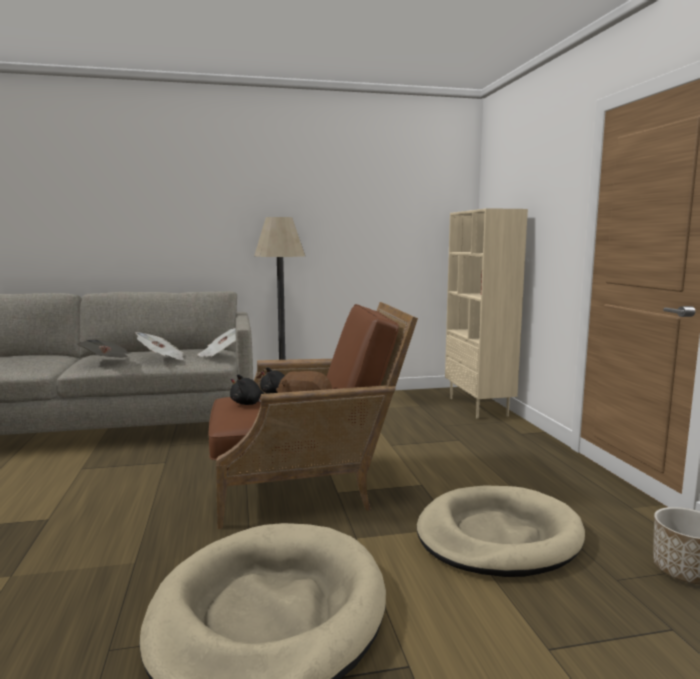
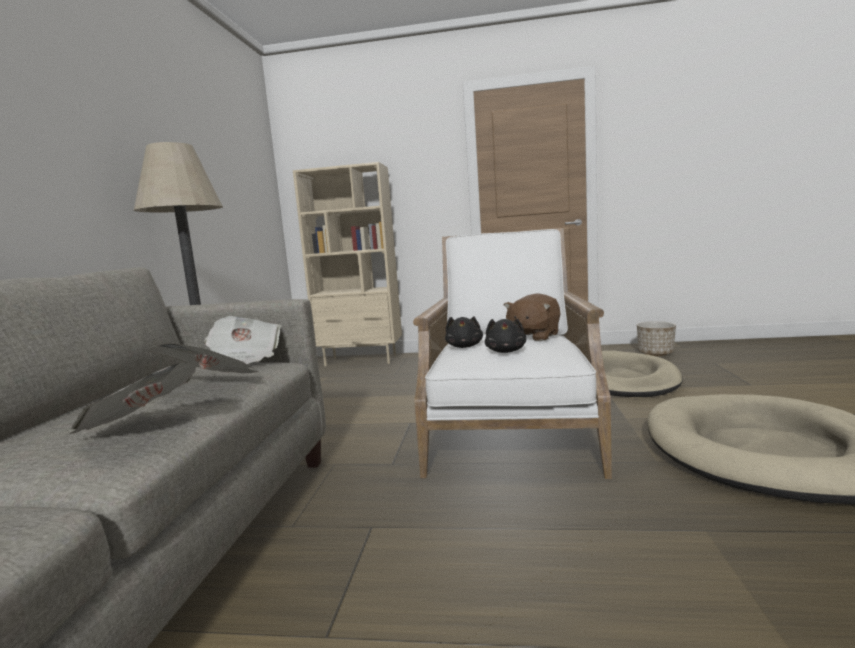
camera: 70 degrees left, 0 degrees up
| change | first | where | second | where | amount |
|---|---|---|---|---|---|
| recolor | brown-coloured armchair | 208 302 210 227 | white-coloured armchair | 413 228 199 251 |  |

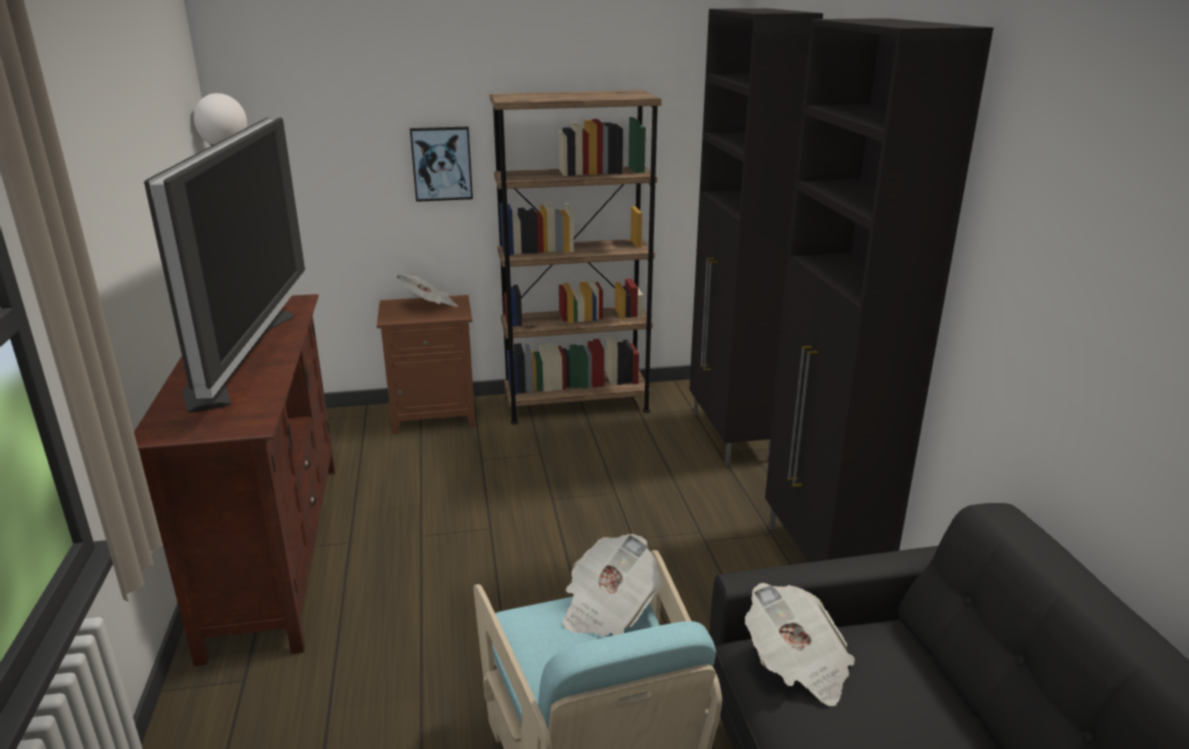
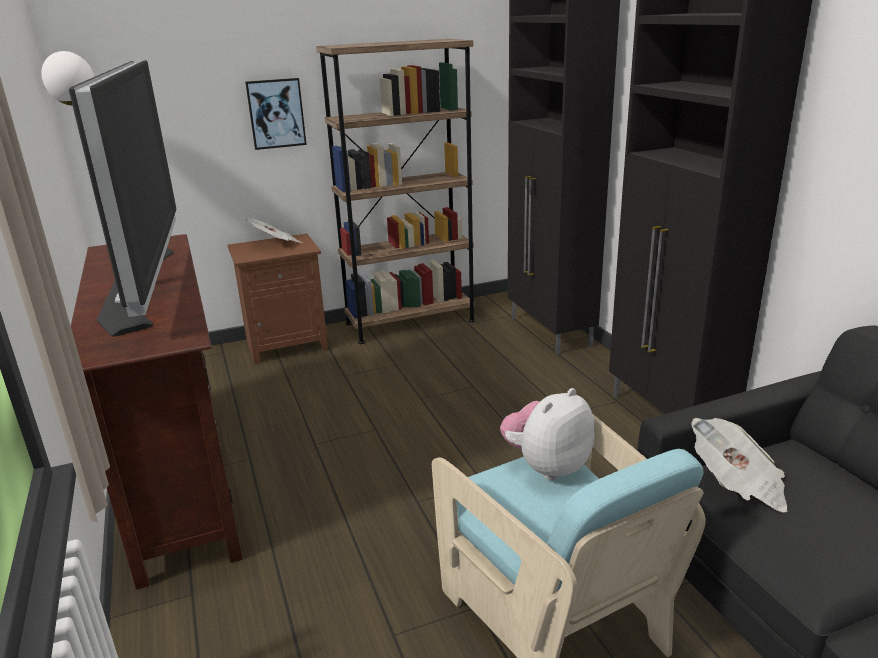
camera: 10 degrees left, 0 degrees up
| change | first | where | second | where | amount |
|---|---|---|---|---|---|
| replace | newspaper | 563 534 99 102 | cuddly toy | 500 388 95 92 |  |

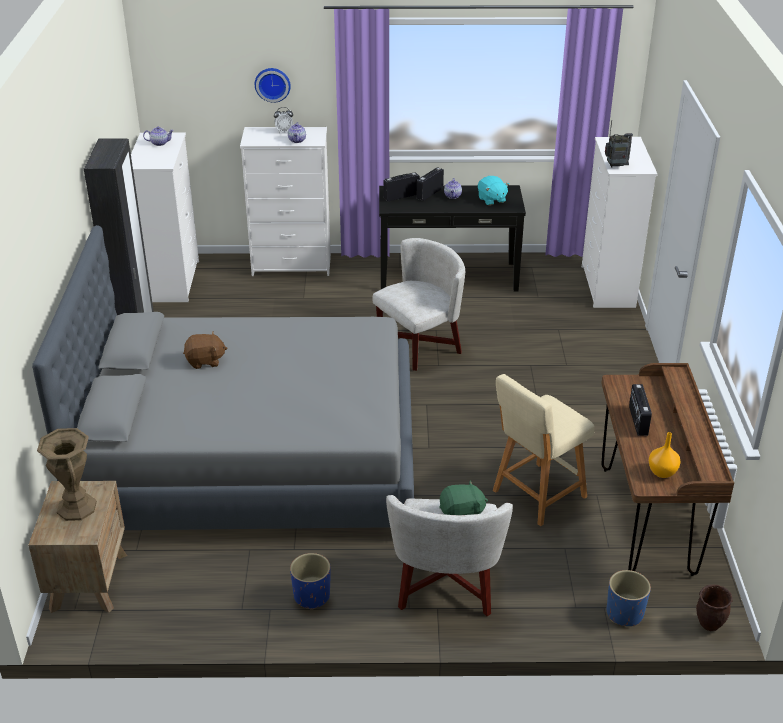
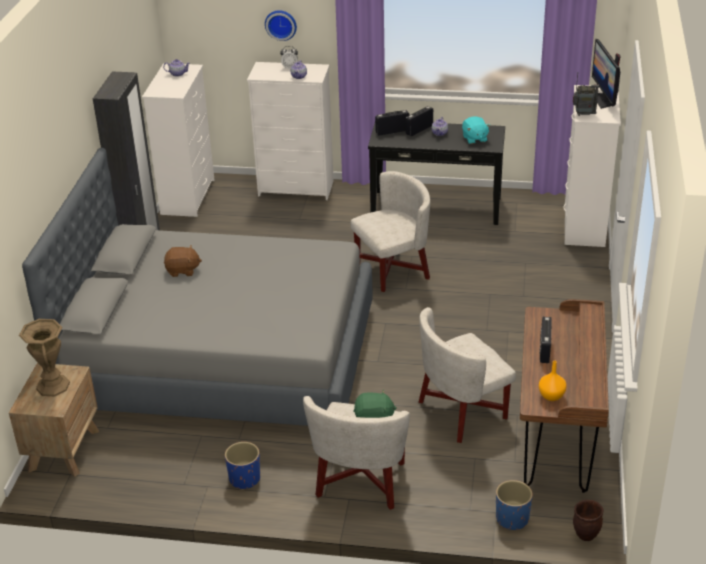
camera: 10 degrees right, 0 degrees up
| change | first | where | second | where | amount |
|---|---|---|---|---|---|
| insert |  |  | computer display | 592 39 28 70 |  |
| replace | beige stool | 493 374 102 152 | white-coloured armchair | 418 307 98 136 |  |

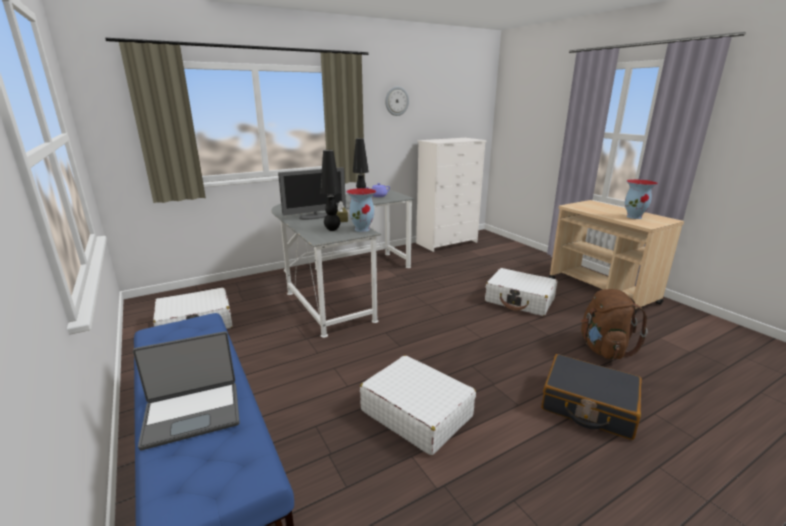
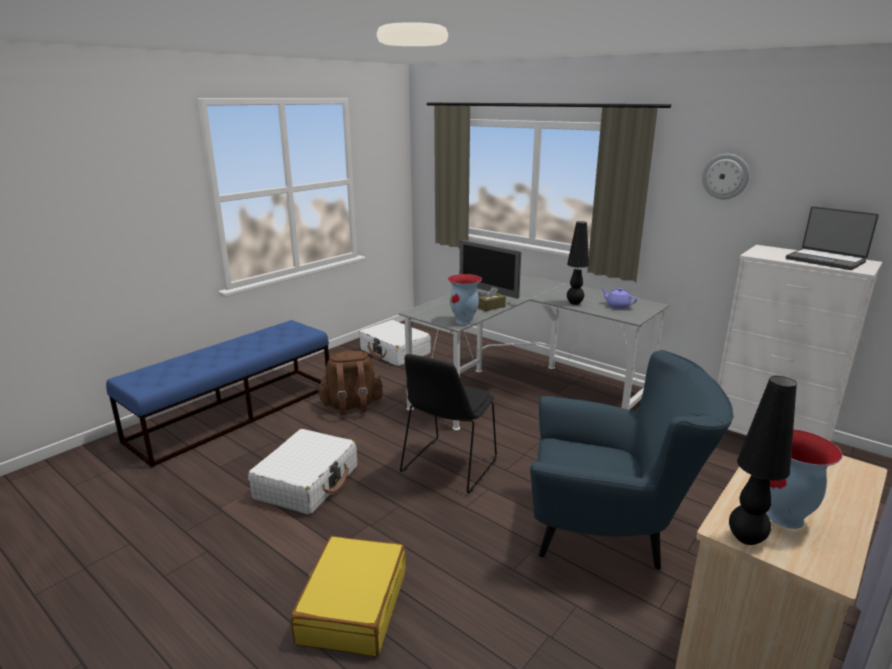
camera: 70 degrees right, 0 degrees up
| change | first | where | second | where | amount |
|---|---|---|---|---|---|
| insert |  |  | black plain chair | 400 354 97 140 |  |
| move | notebook computer | 133 331 107 119 |  | 786 206 93 64 |  |
| move | black lamp for a table | 320 150 21 81 |  | 729 376 68 169 |  |
| move | brown-coloured rucksack | 581 289 67 70 |  | 317 351 66 65 |  |
| replace | white-coloured suitcase | 485 268 72 48 | blue armchair | 530 350 204 220 |  |
| recolor | black suitcase | 541 354 101 86 | yellow-coloured suitcase | 291 536 114 121 |  |

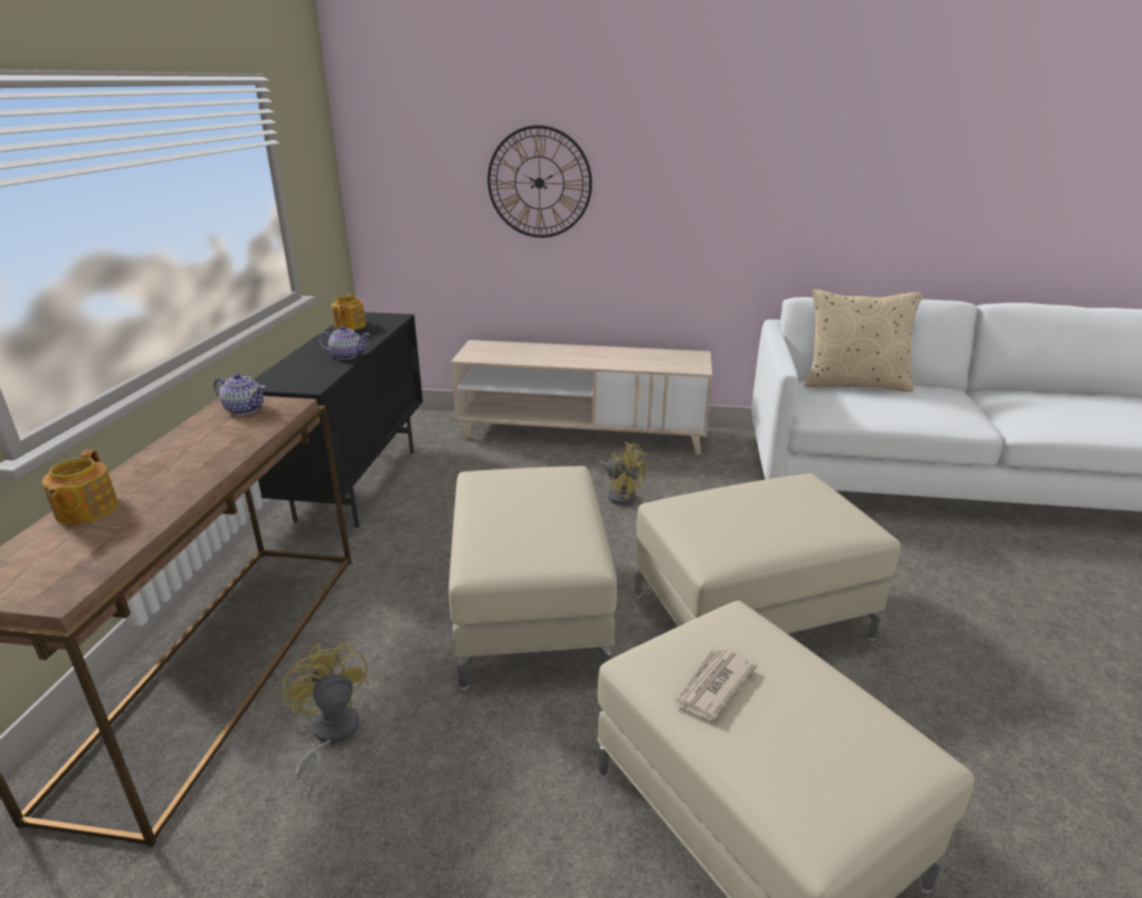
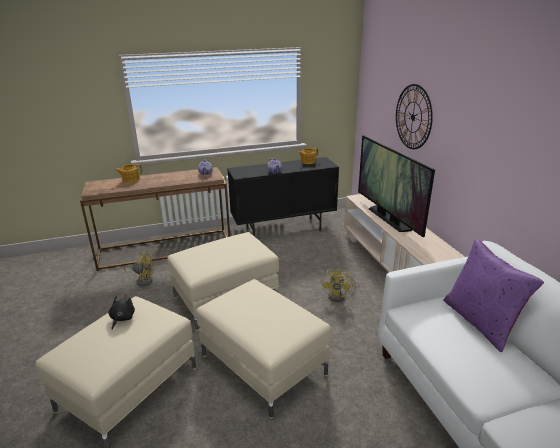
camera: 65 degrees right, 0 degrees up
| change | first | where | second | where | amount |
|---|---|---|---|---|---|
| insert |  |  | TV set | 358 135 77 102 |  |
| replace | newspaper | 673 648 84 72 | black cuddly toy | 108 295 27 35 |  |
| recolor | beige cushion | 804 290 119 102 | purple-coloured cushion | 443 239 101 113 |  |
| rotate | yellow-coloured electric fan | 281 642 87 156 |  | 124 252 30 34 | 60 degrees clockwise |

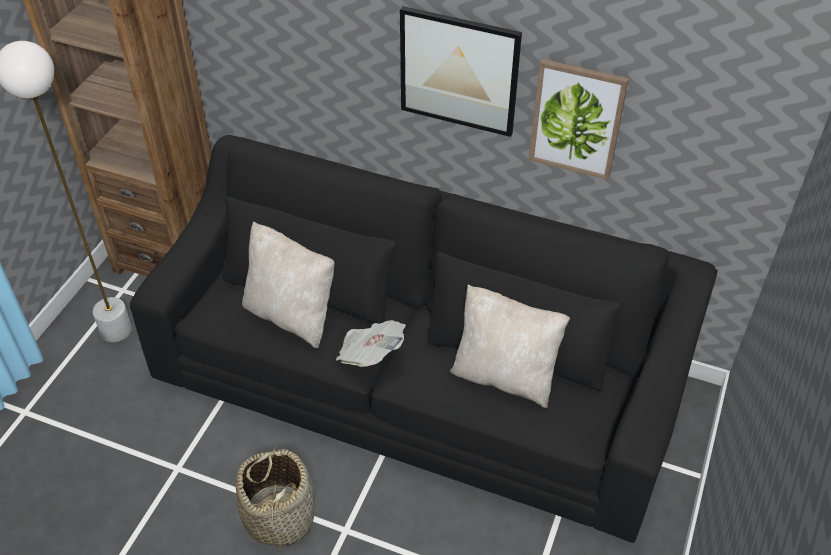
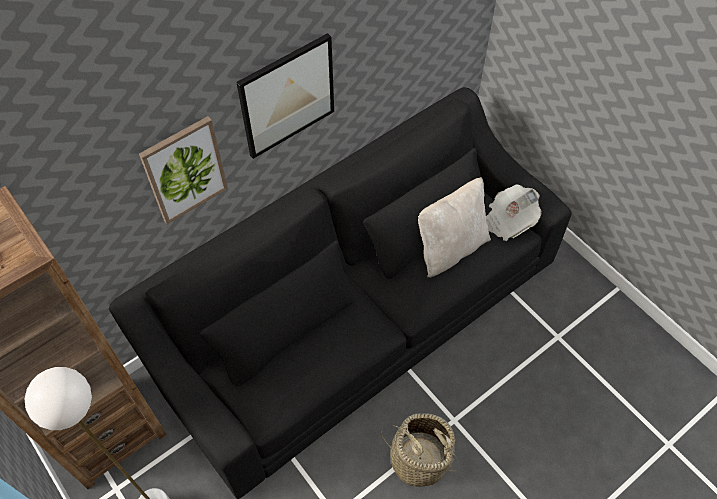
camera: 60 degrees left, 10 degrees up
| change | first | where | second | where | amount |
|---|---|---|---|---|---|
| delete | beige cushion | 242 222 93 126 |  |  |  |
| move | newspaper | 336 320 70 47 |  | 486 184 55 57 |  |
| move | wall art | 529 59 100 121 |  | 139 116 89 108 |  |

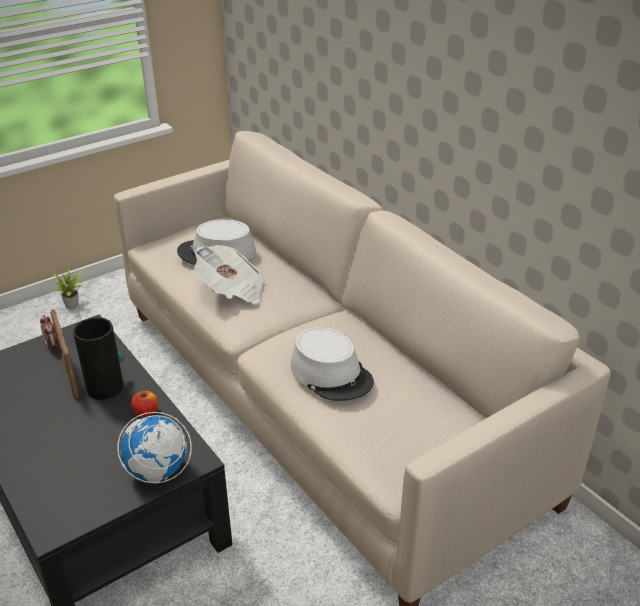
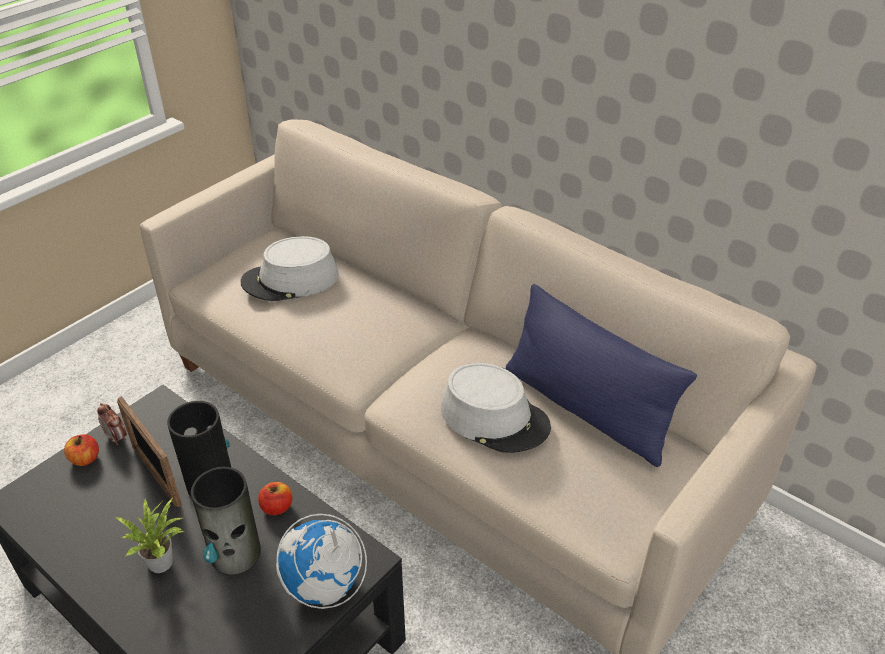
camera: 15 degrees left, 5 degrees up
| change | first | where | second | where | amount |
|---|---|---|---|---|---|
| delete | newspaper | 194 245 70 59 |  |  |  |
| insert |  |  | apple | 64 435 35 31 |  |
| insert |  |  | flower vase | 191 467 70 108 |  |
| insert |  |  | blue cushion | 506 284 191 183 |  |
| move | potted plant | 52 269 31 40 |  | 115 497 69 76 |  |

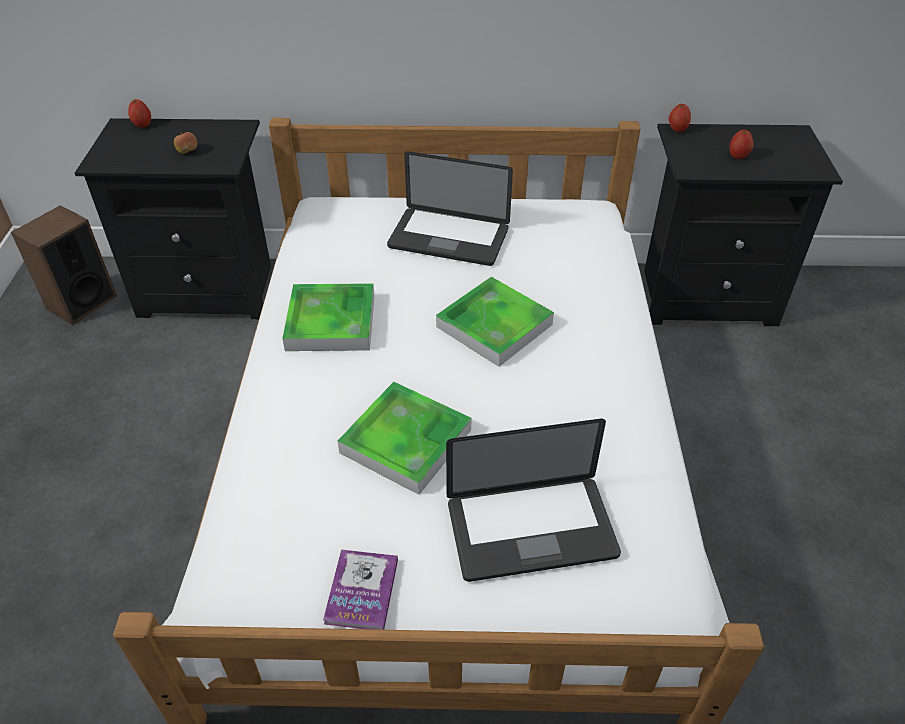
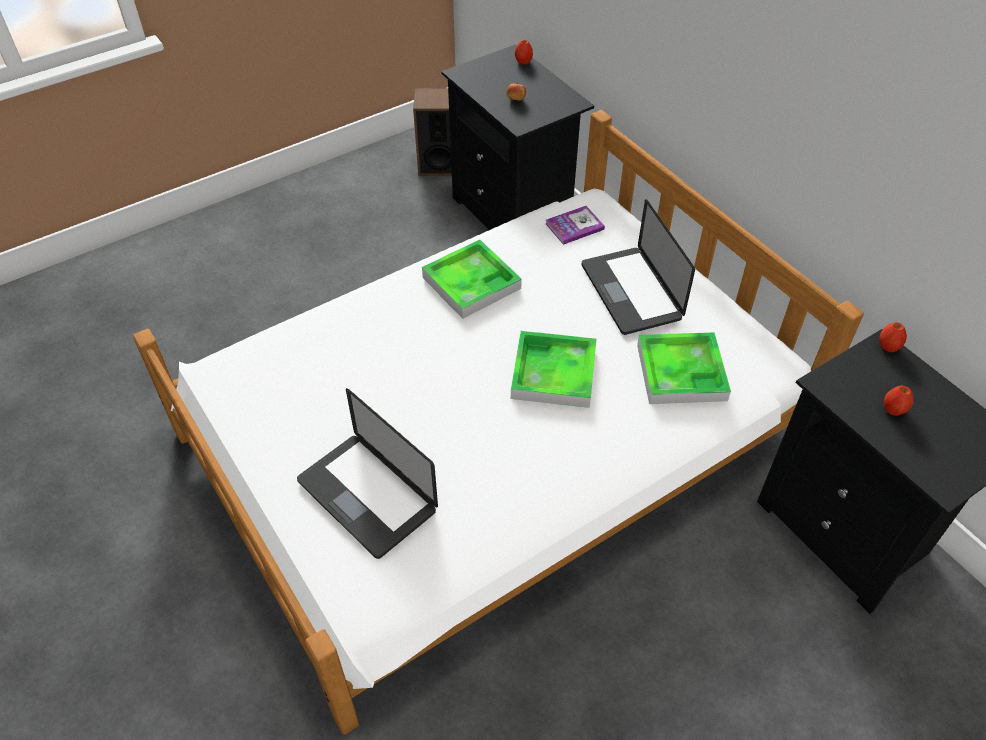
camera: 55 degrees right, 5 degrees up
| change | first | where | second | where | amount |
|---|---|---|---|---|---|
| move | book | 323 549 75 81 |  | 546 206 59 39 |  |
| move | carrying tray | 338 382 134 113 |  | 637 332 94 72 |  |

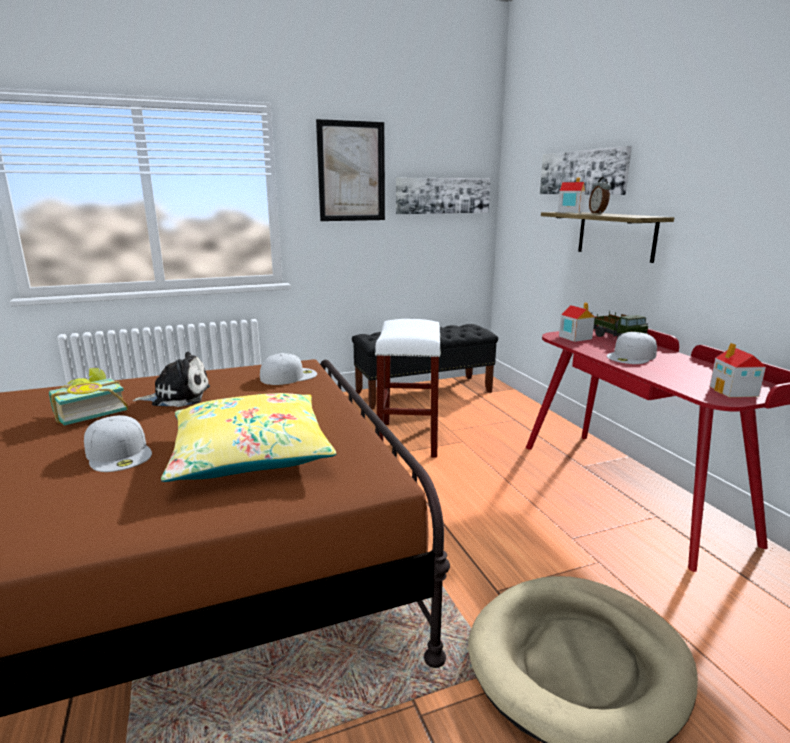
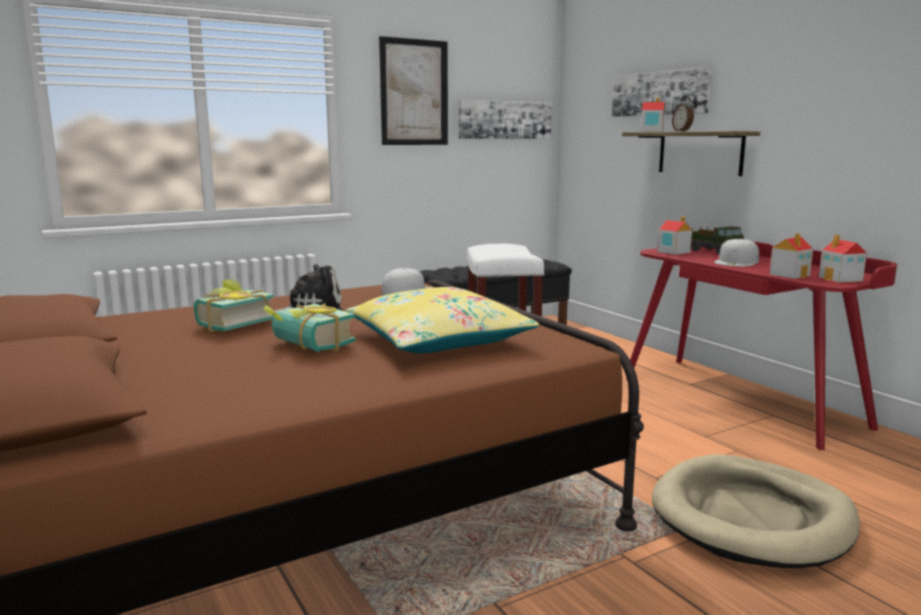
camera: 10 degrees left, 5 degrees down
| change | first | where | second | where | amount |
|---|---|---|---|---|---|
| insert |  |  | miniature house | 769 233 44 46 |  |
| replace | white-coloured cap | 84 415 68 57 | book | 263 303 93 49 |  |

